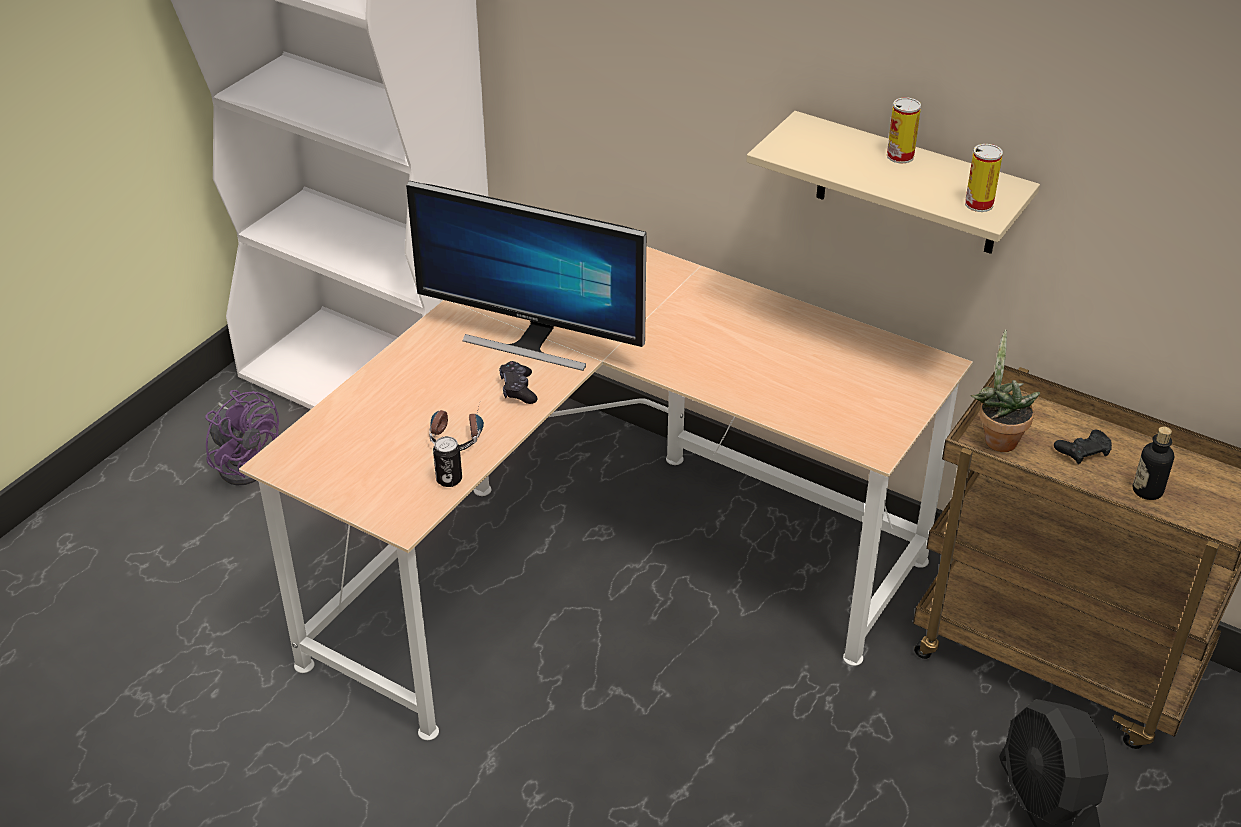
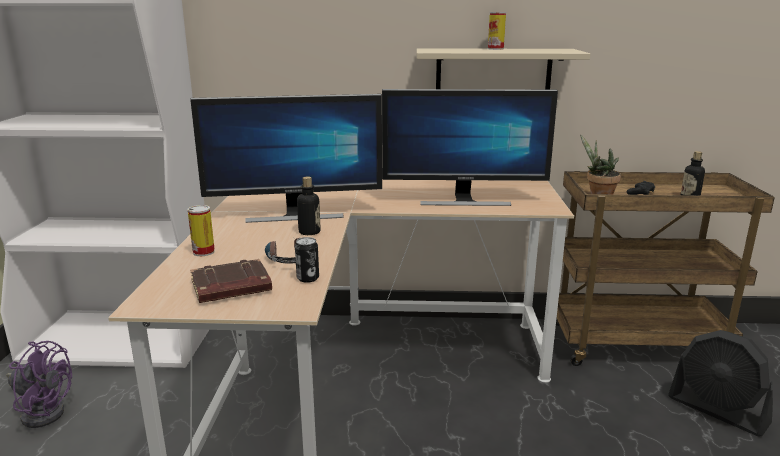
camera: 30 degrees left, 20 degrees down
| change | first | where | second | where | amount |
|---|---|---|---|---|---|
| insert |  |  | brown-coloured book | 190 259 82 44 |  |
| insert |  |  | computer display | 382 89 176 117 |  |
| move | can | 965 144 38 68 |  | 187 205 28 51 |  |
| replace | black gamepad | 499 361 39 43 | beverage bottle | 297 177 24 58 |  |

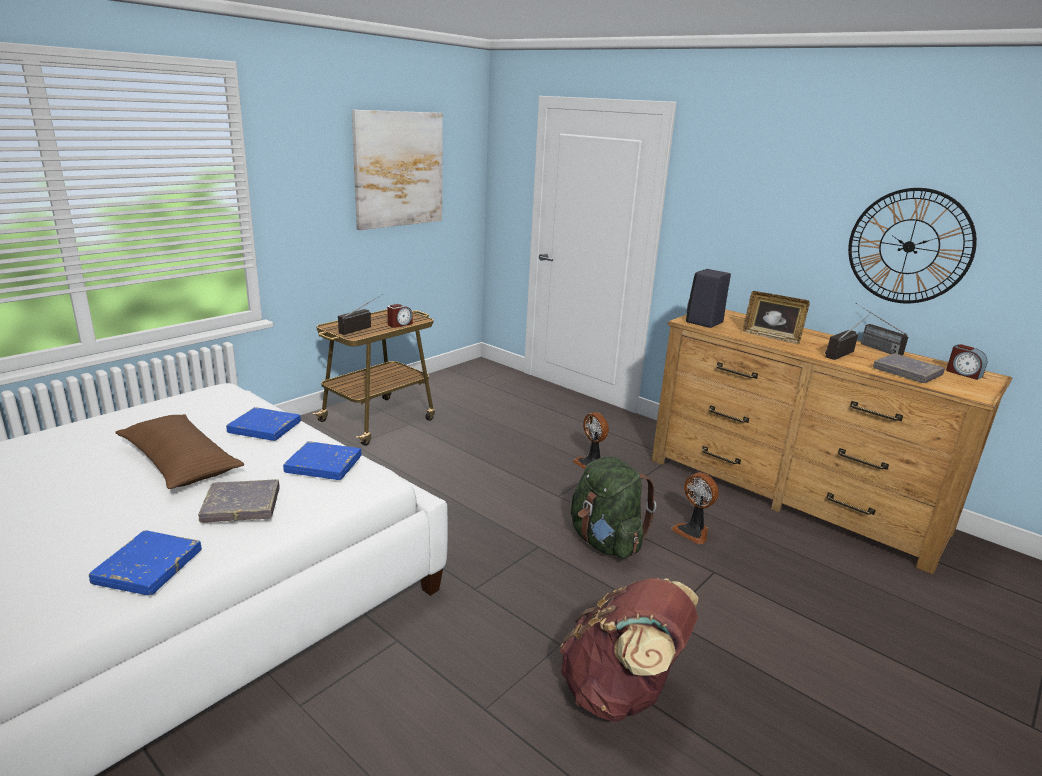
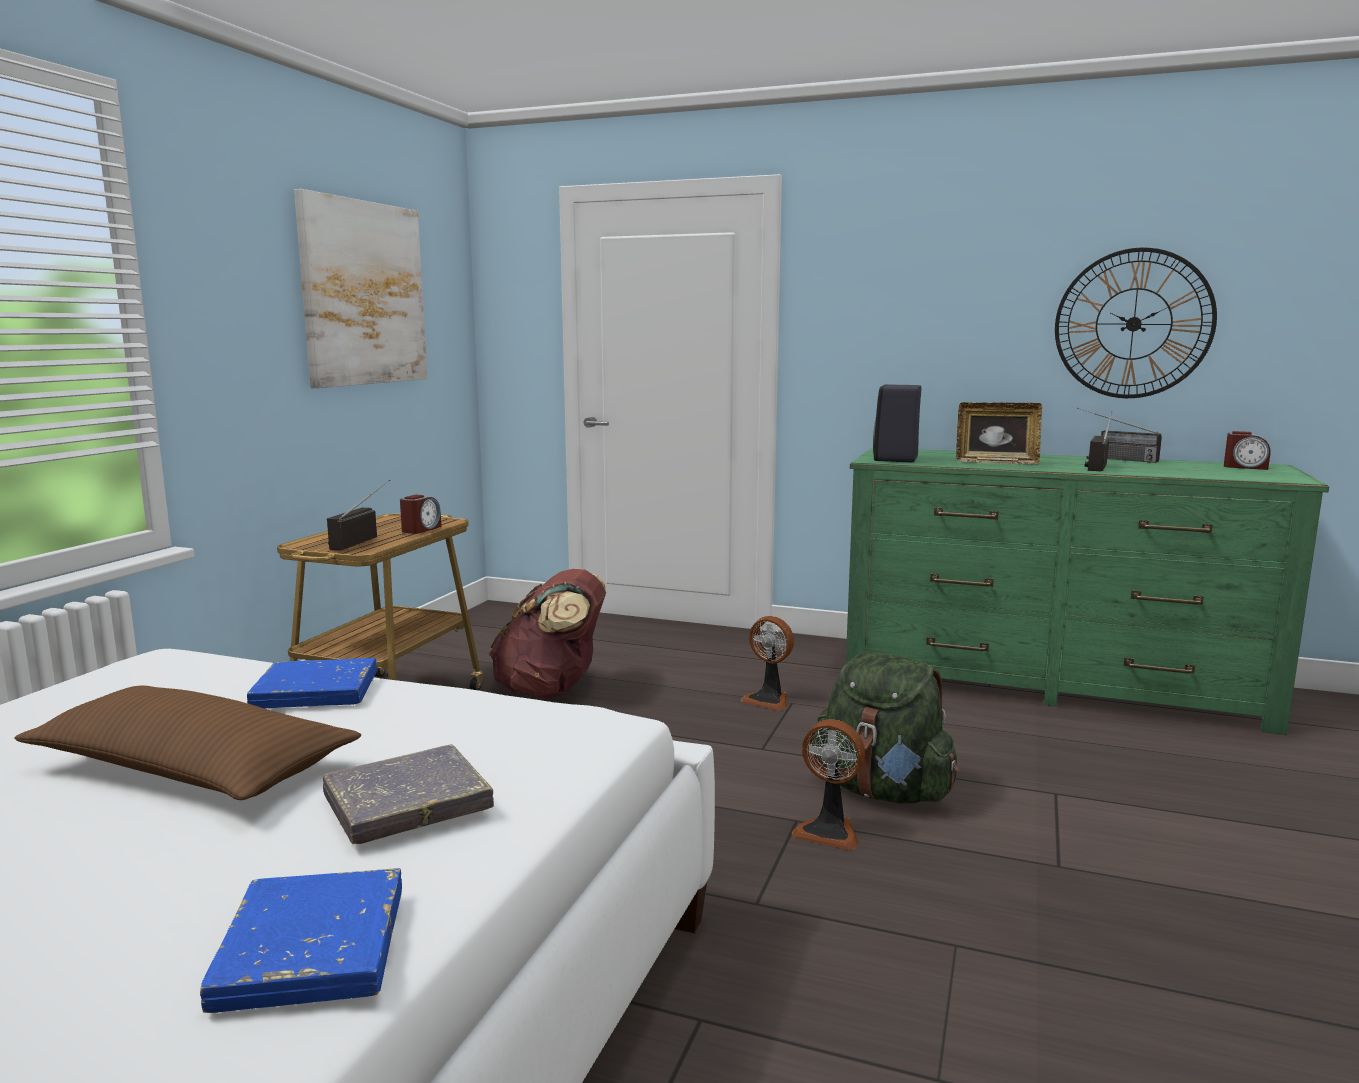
camera: 20 degrees left, 10 degrees down
| change | first | where | second | where | amount |
|---|---|---|---|---|---|
| delete | blue book | 283 441 79 39 |  |  |  |
| delete | greyish book | 873 353 72 30 |  |  |  |
| move | brown-coloured rucksack | 559 578 140 144 |  | 489 569 117 129 |  |
| move | electric fan | 671 473 48 71 |  | 792 719 73 131 |  |
| recolor | brown-coloured chest of drawers | 652 309 360 266 | green-coloured chest of drawers | 846 448 483 287 |  |

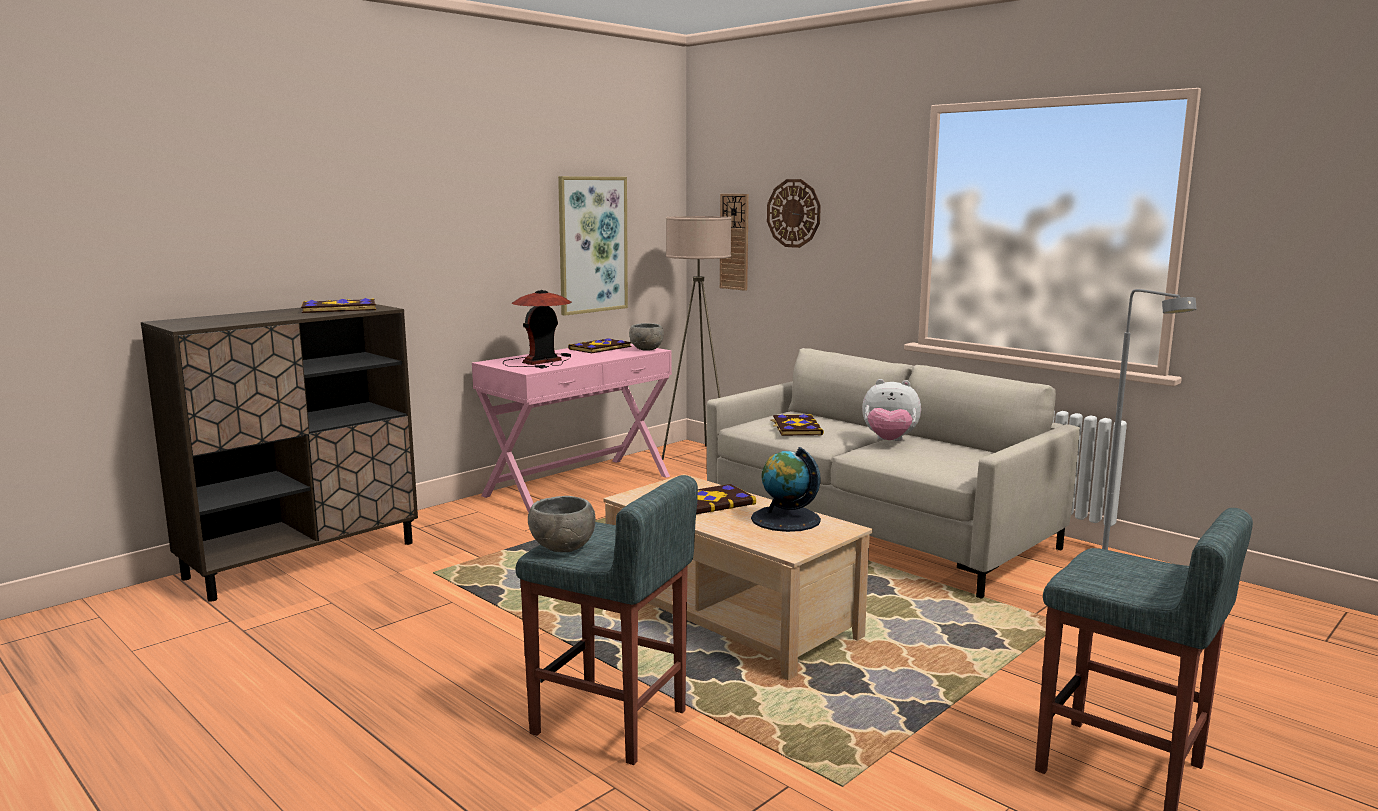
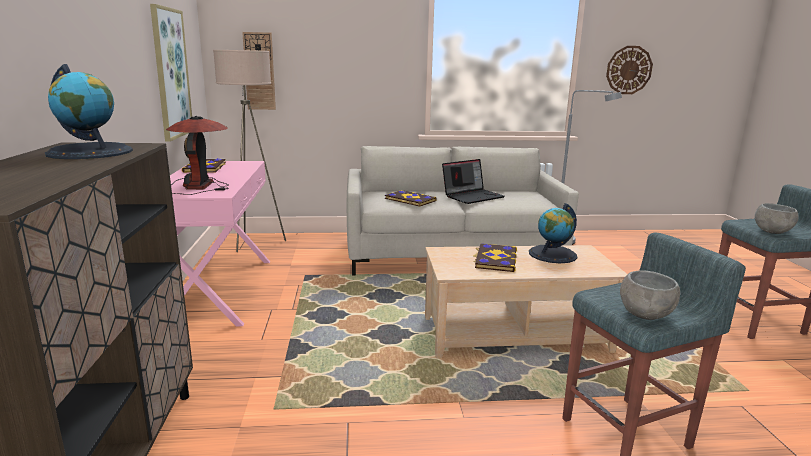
camera: 50 degrees left, 5 degrees up
| change | first | where | second | where | amount |
|---|---|---|---|---|---|
| move | greyish deep dish | 629 323 35 28 |  | 755 203 44 31 |  |
| move | clock on the wall | 767 179 54 69 |  | 606 46 47 48 |  |
| replace | book | 301 298 75 15 | globe | 45 64 88 95 |  |
| replace | cuddly toy | 862 379 59 62 | notebook computer | 442 159 63 45 |  |

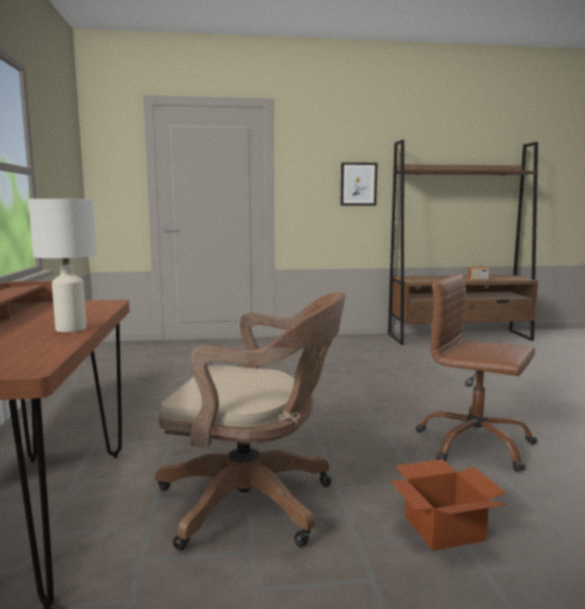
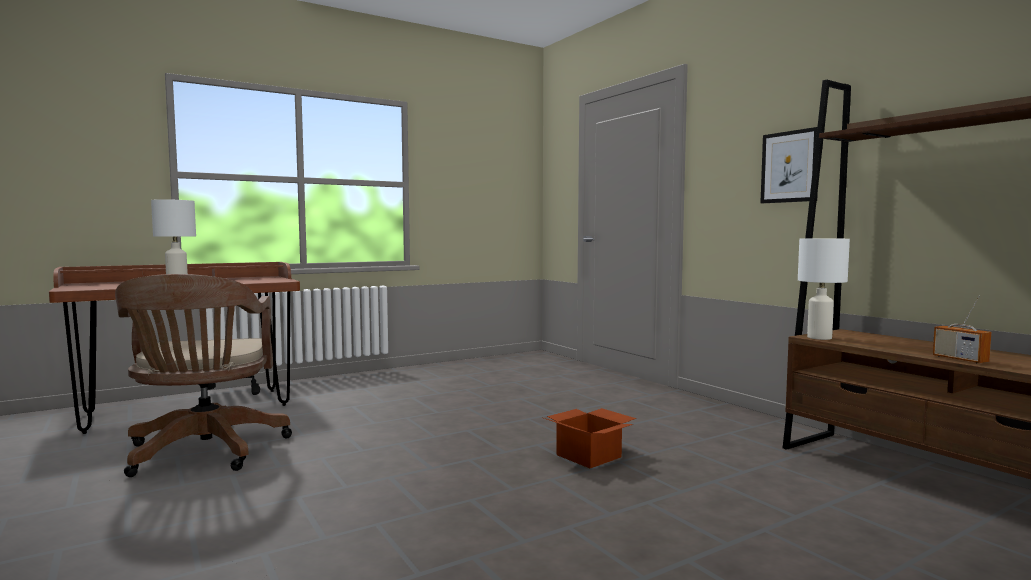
camera: 65 degrees right, 5 degrees down
| change | first | where | second | where | amount |
|---|---|---|---|---|---|
| delete | brown-coloured desk chair | 416 274 121 198 |  |  |  |
| insert |  |  | white-coloured lamp for a table | 798 238 52 102 |  |
| move | carton | 390 459 117 92 |  | 544 408 92 60 |  |

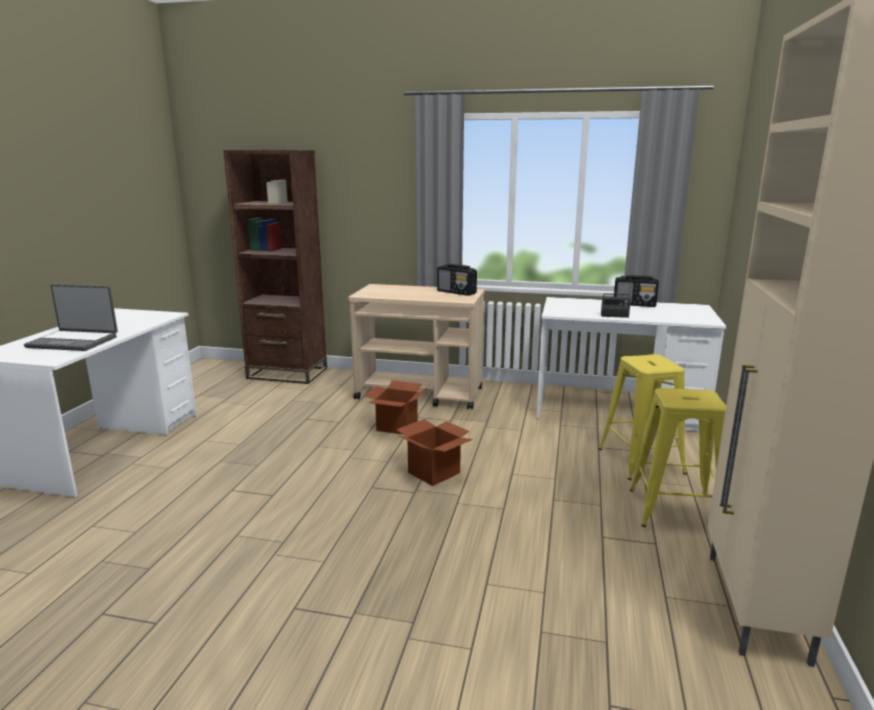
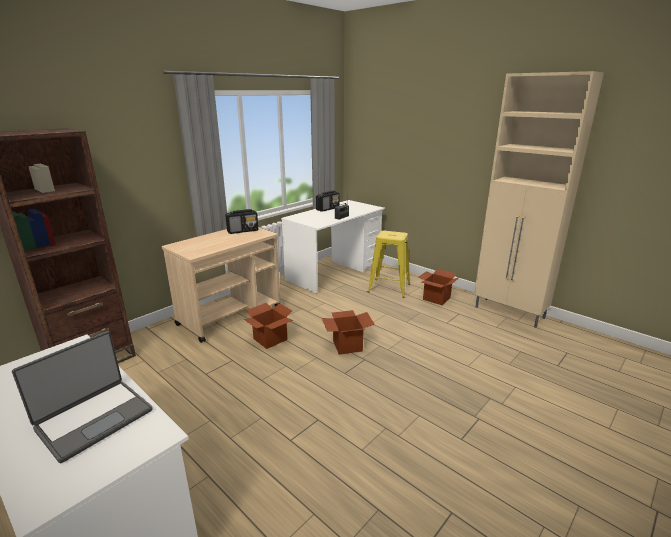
camera: 60 degrees left, 5 degrees up
| change | first | where | second | where | amount |
|---|---|---|---|---|---|
| replace | yellow-coloured stool | 630 388 96 139 | carton | 418 269 42 36 |  |

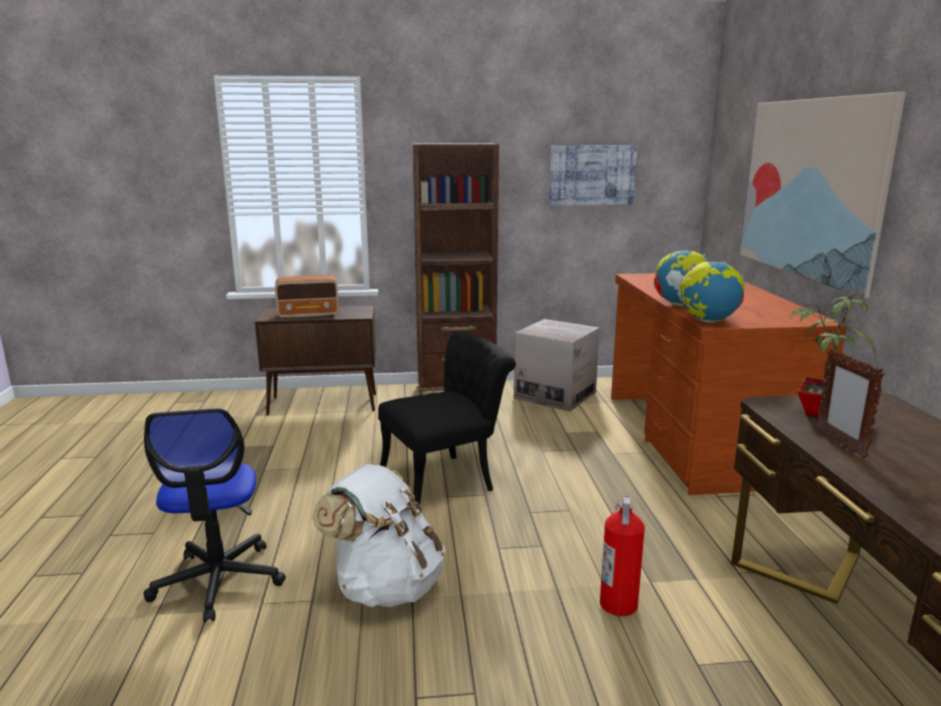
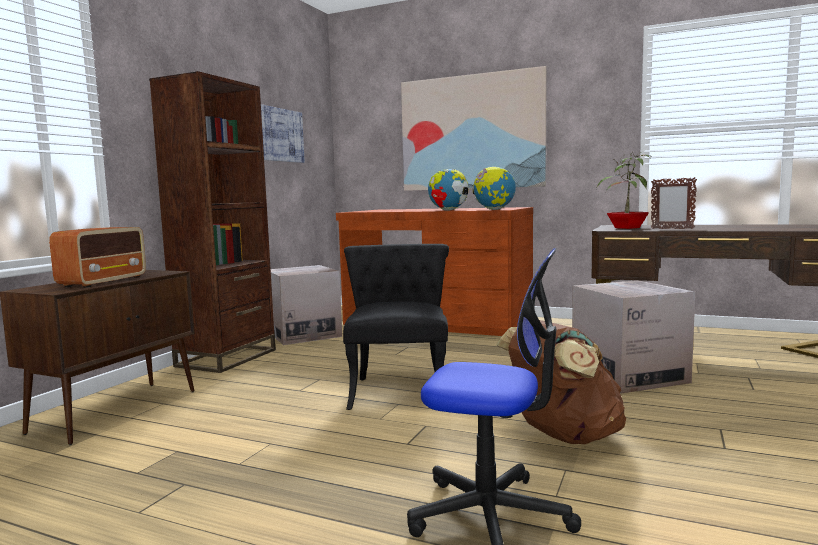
camera: 60 degrees left, 10 degrees down
| change | first | where | second | where | amount |
|---|---|---|---|---|---|
| replace | extinguisher | 600 496 45 120 | carton | 572 280 123 113 |  |
| recolor | white-coloured rucksack | 312 464 134 143 | brown-coloured rucksack | 497 320 129 124 |  |

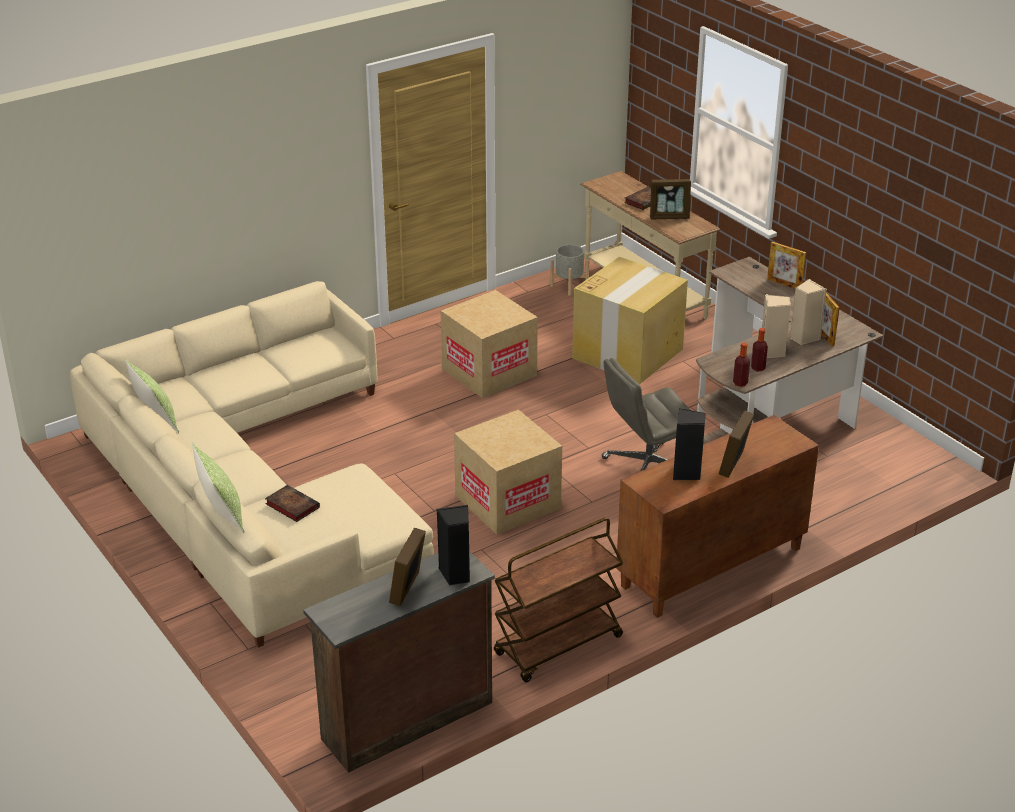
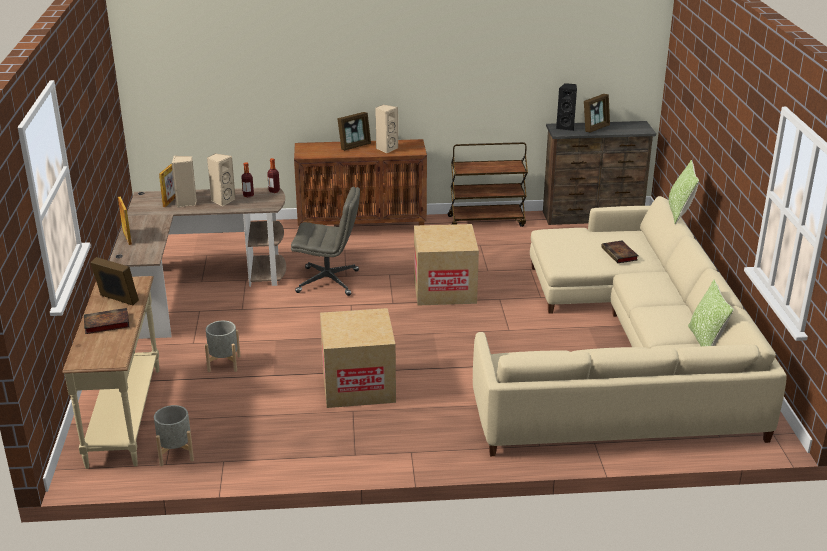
camera: 150 degrees left, 5 degrees down
| change | first | where | second | where | amount |
|---|---|---|---|---|---|
| replace | carton | 572 257 116 127 | greyish planter | 205 321 36 51 |  |
| recolor | black speaker | 673 408 33 72 | beige speaker | 375 105 23 49 |  |

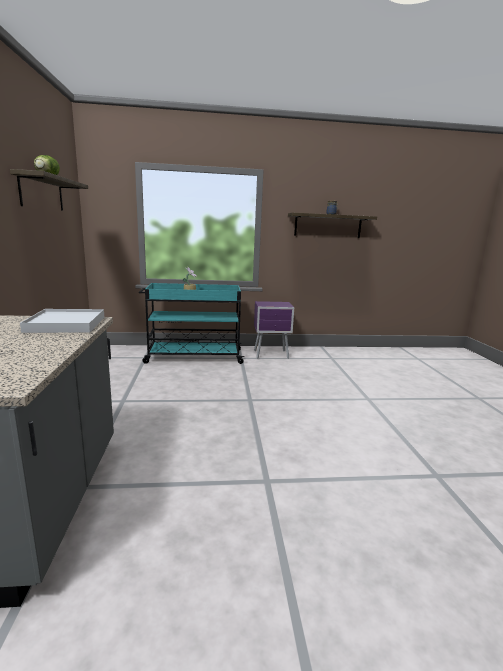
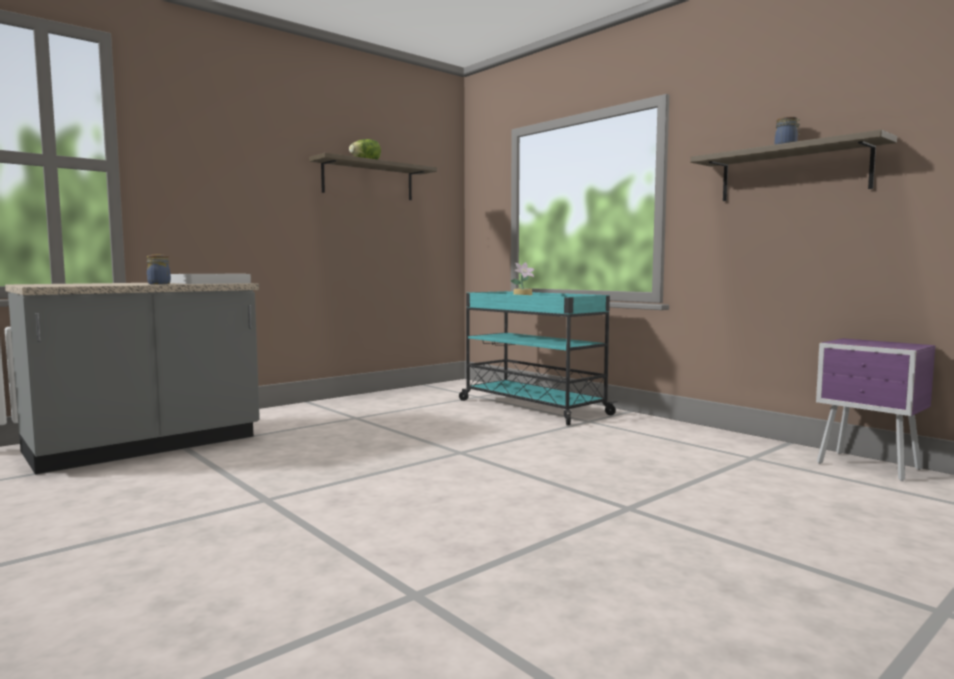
camera: 55 degrees right, 10 degrees down
| change | first | where | second | where | amount |
|---|---|---|---|---|---|
| insert |  |  | jar | 147 254 24 30 |  |
| move | purple-coloured night table | 254 301 40 58 |  | 816 338 120 143 |  |

